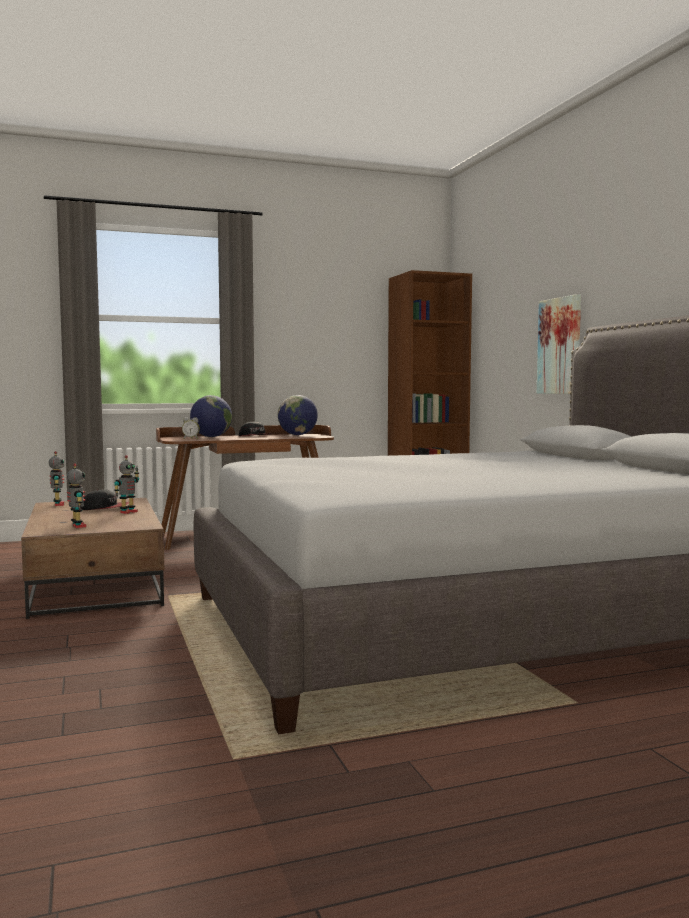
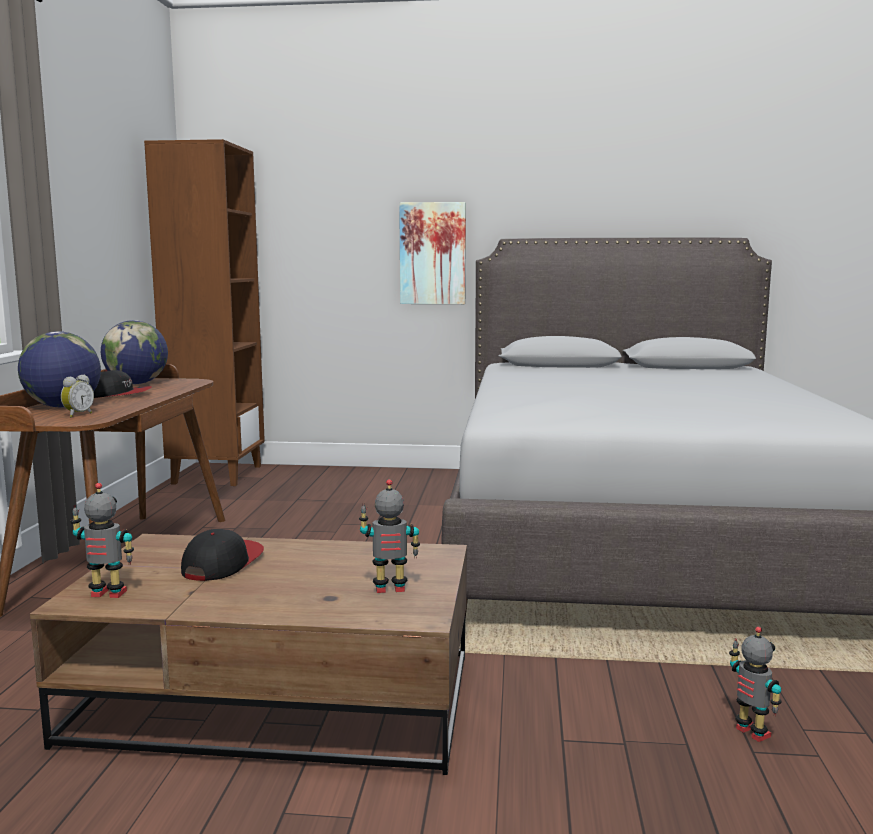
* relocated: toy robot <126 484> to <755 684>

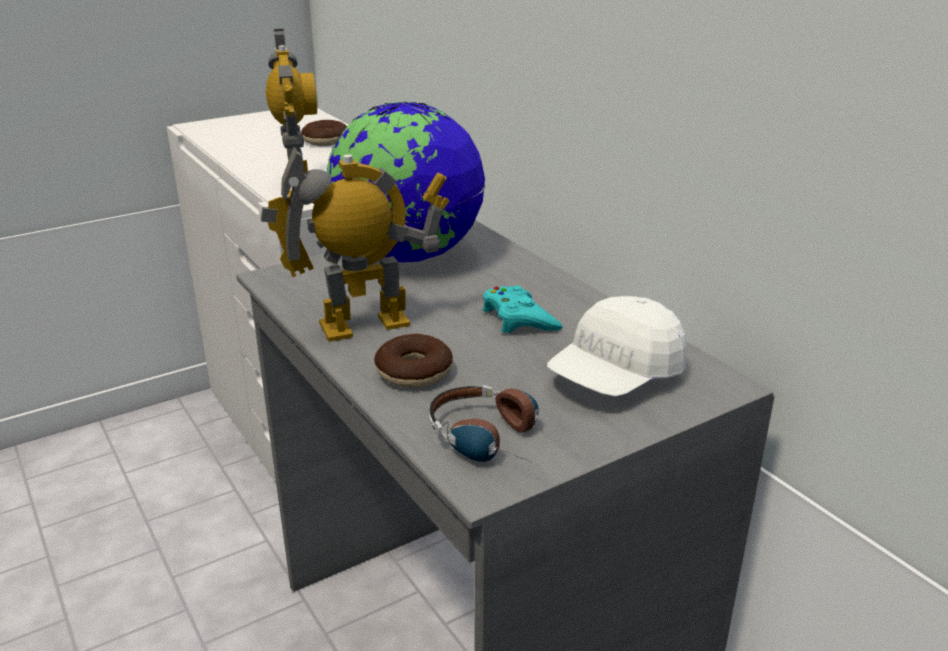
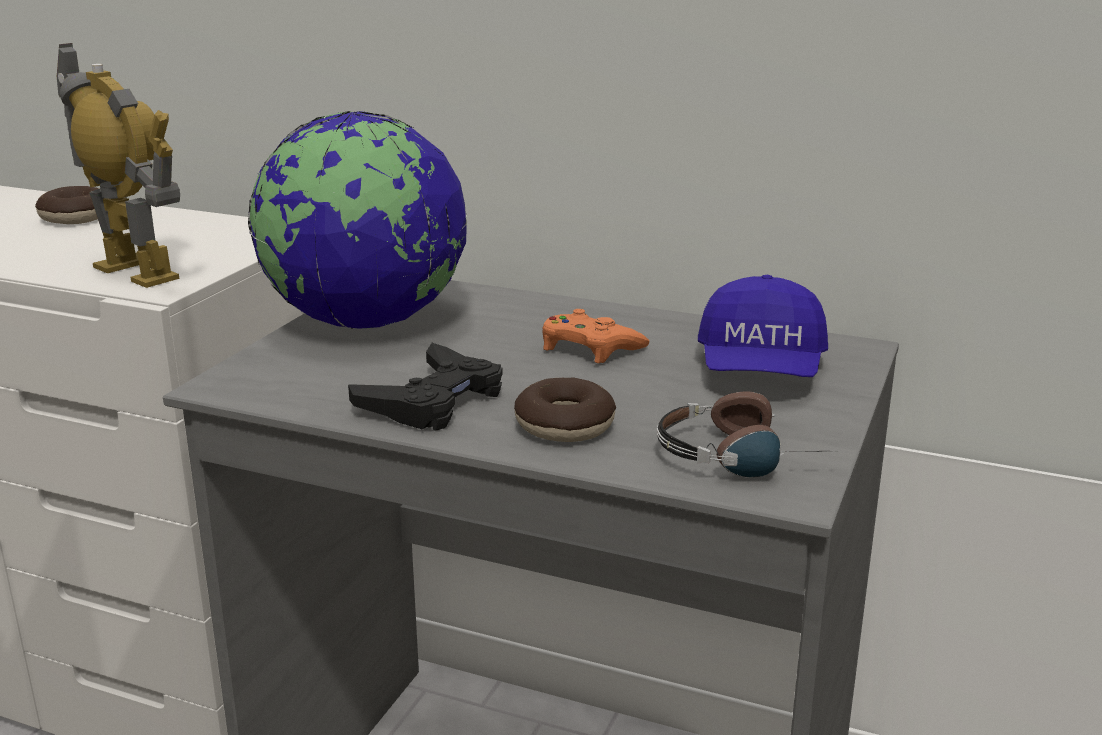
* exchanged: toy robot <355 244> to game controller (black) <425 387>
* colour: game controller (turquoise) <522 309> to game controller (orange) <596 336>
* colour: cap (white) <617 346> to cap (blue) <763 326>

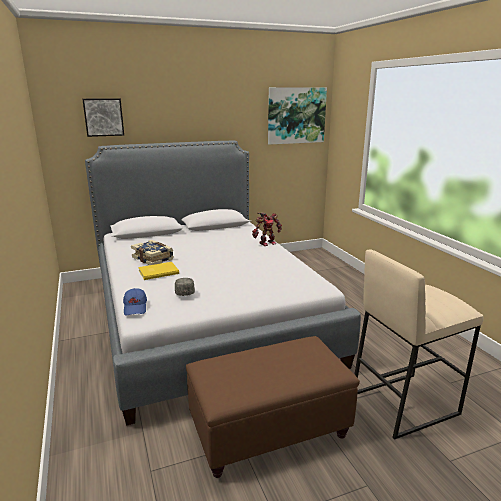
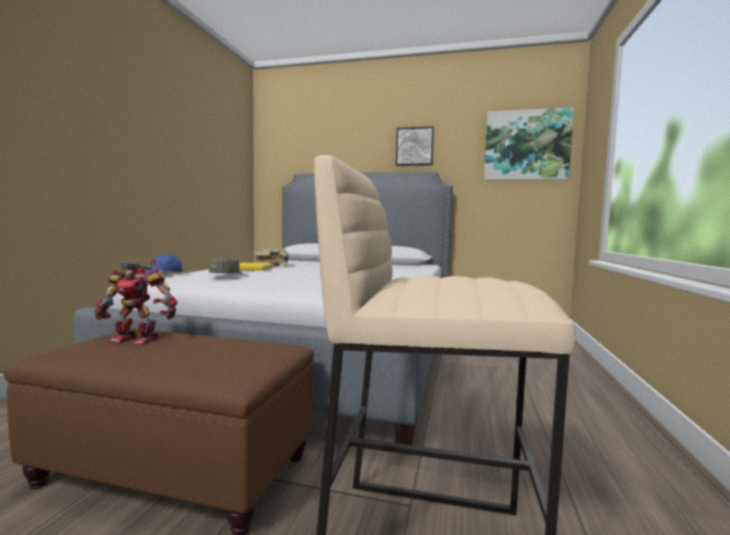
* relocated: picture <103 117> to <415 146>
* relocated: toy robot <267 229> to <135 303>

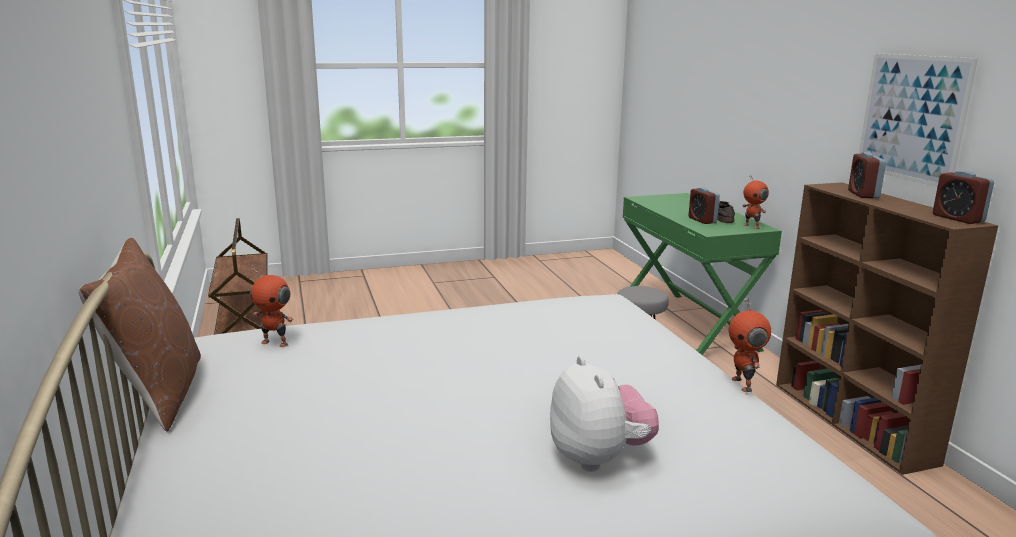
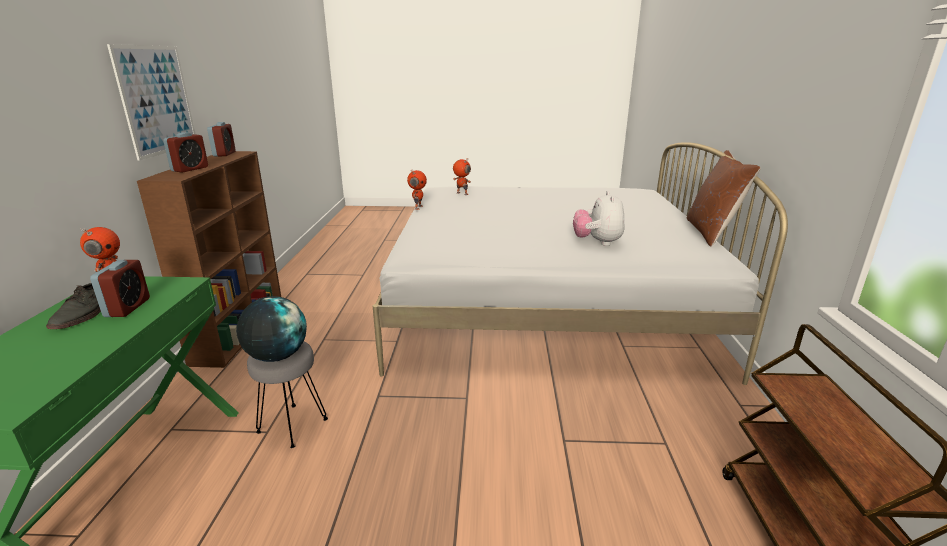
* appeared: globe <271 329>
* relocated: toy robot <272 307> to <462 176>
* relocated: plush toy <604 414> to <599 218>

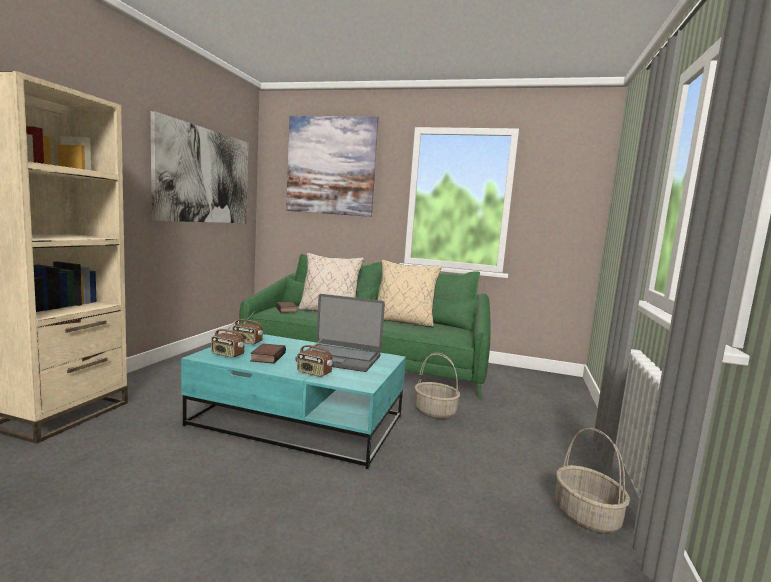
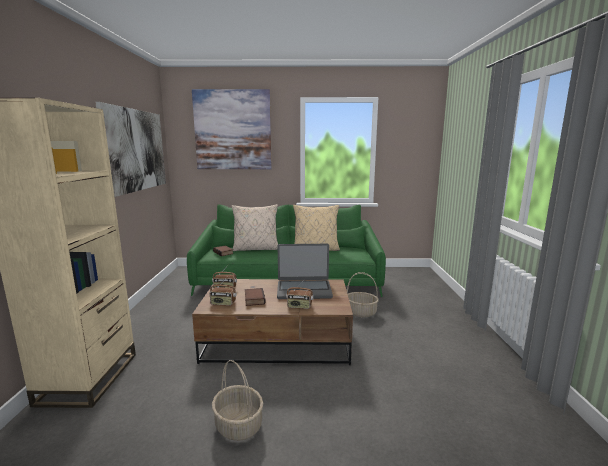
* relocated: basket <592 480> to <237 400>
* colour: coffee table (turquoise) <293 401> to coffee table (brown) <272 322>

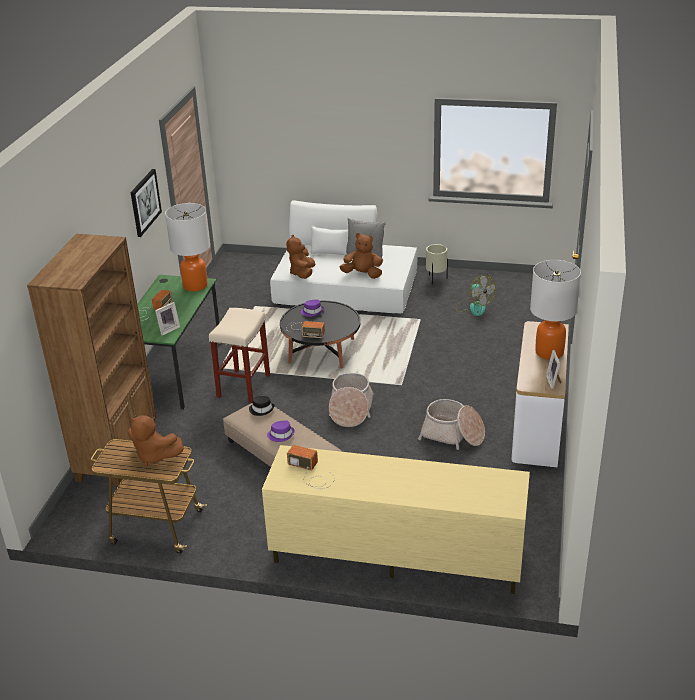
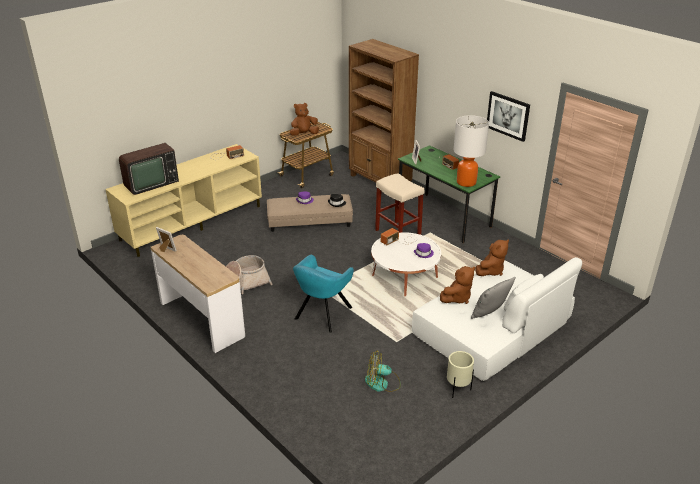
* missing: basket <351 400>
* missing: table lamp <555 310>
* appeared: television <149 169>
* appeared: armchair (turquoise) <323 294>
* colour: coffee table (black) <320 335> to coffee table (white) <406 264>
* spun: plush toy (brown) <300 257> = <492 257> 90 degrees clockwise

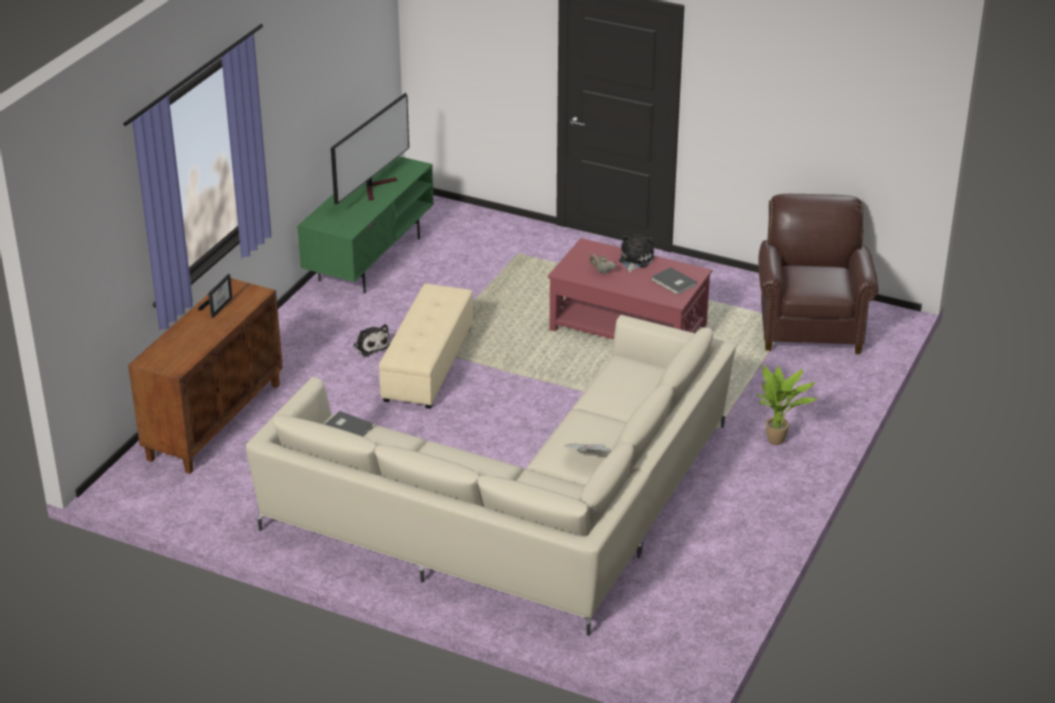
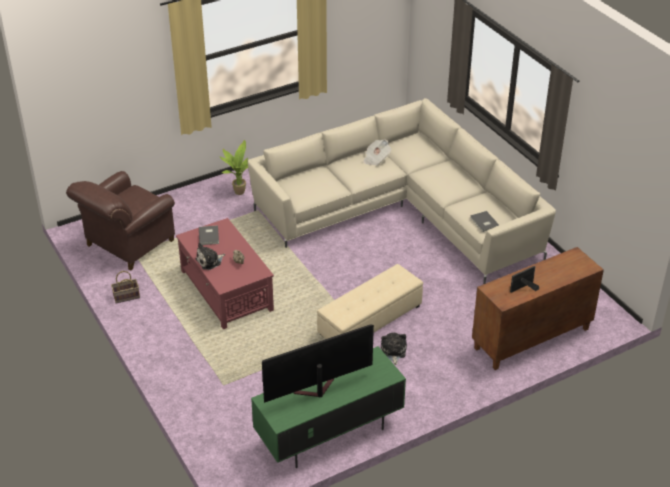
* appeared: basket <125 287>

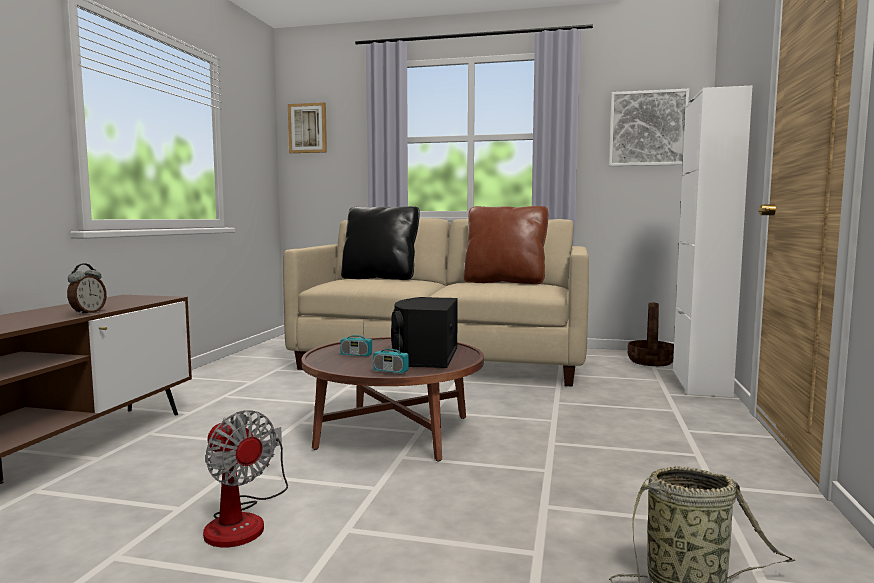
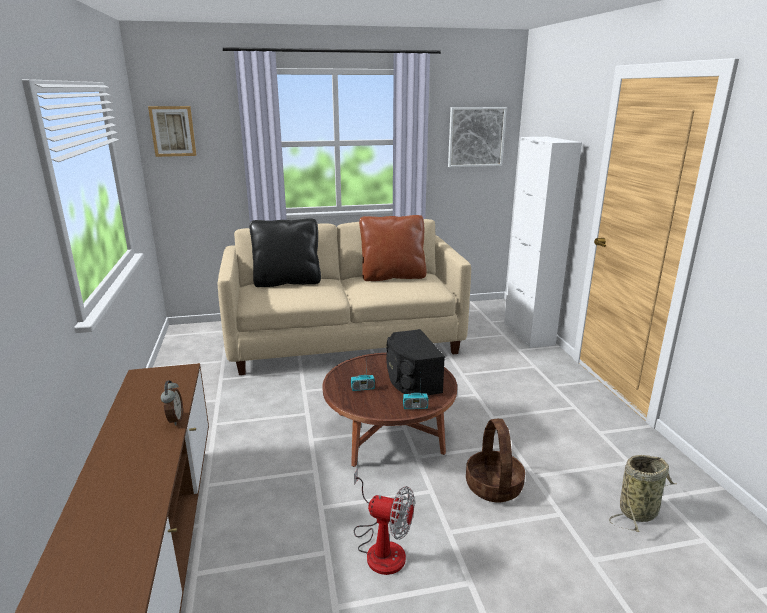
* relocated: basket <651 334> to <495 460>

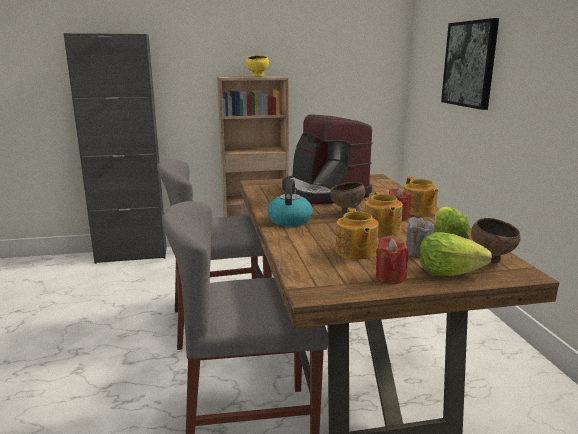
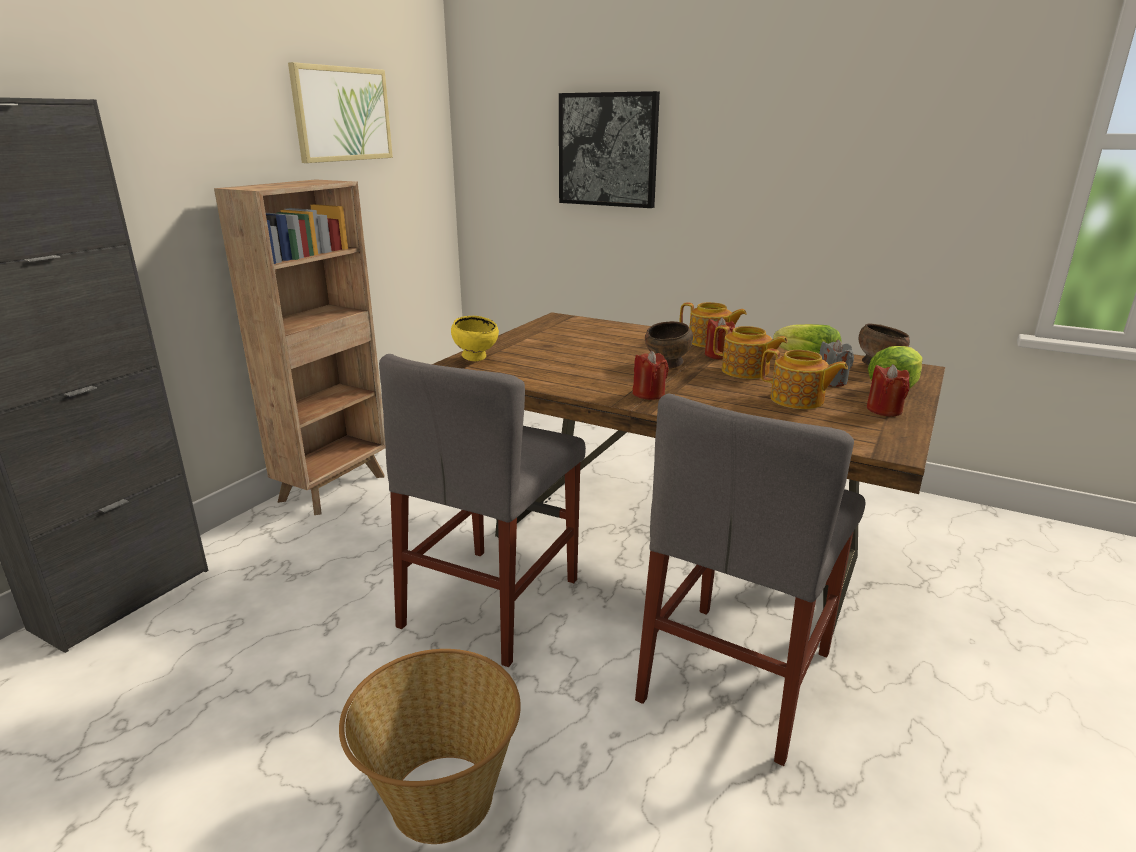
* missing: coffee machine <327 159>
* appeared: picture <340 112>
* appeared: basket <430 746>
* relocated: bowl (yellow) <257 66> to <475 338>
* exchanged: kettle <290 202> to candle (red) <651 375>

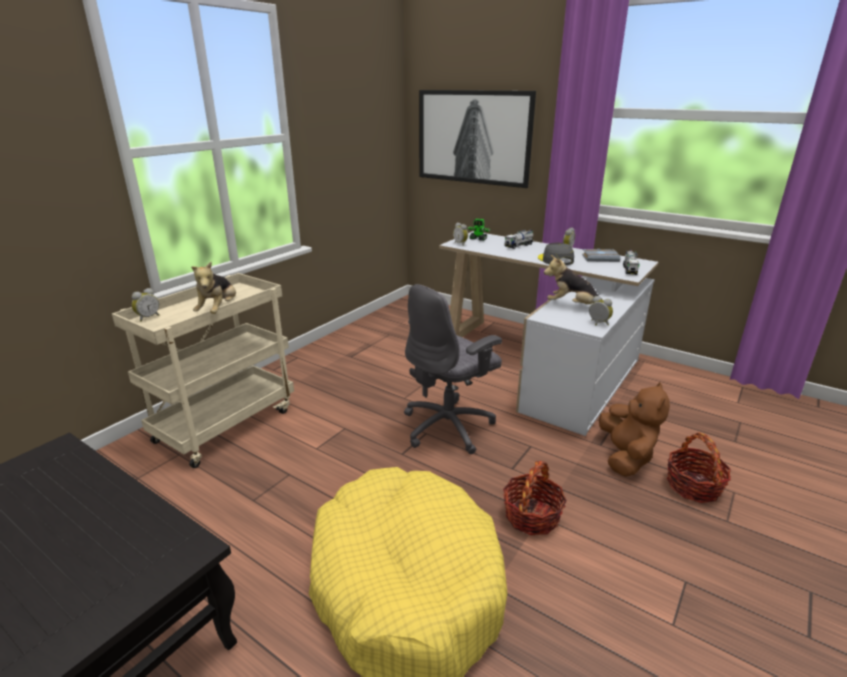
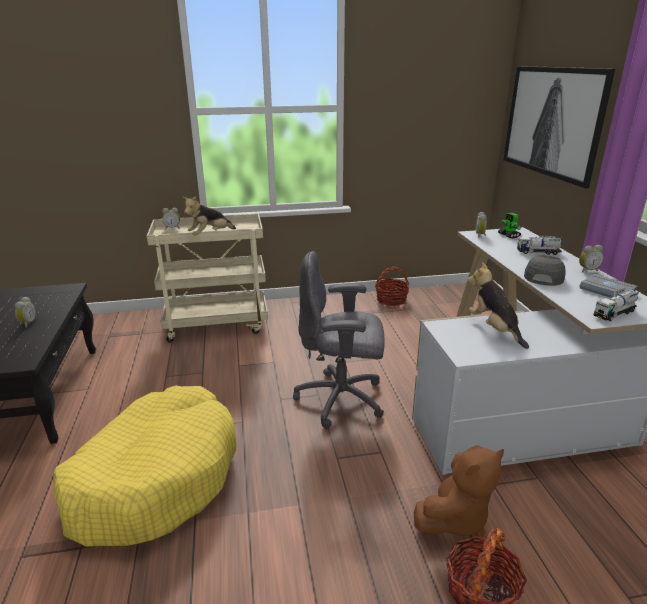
* relocated: basket <535 498> to <392 286>
* relocated: alarm clock <601 310> to <25 312>

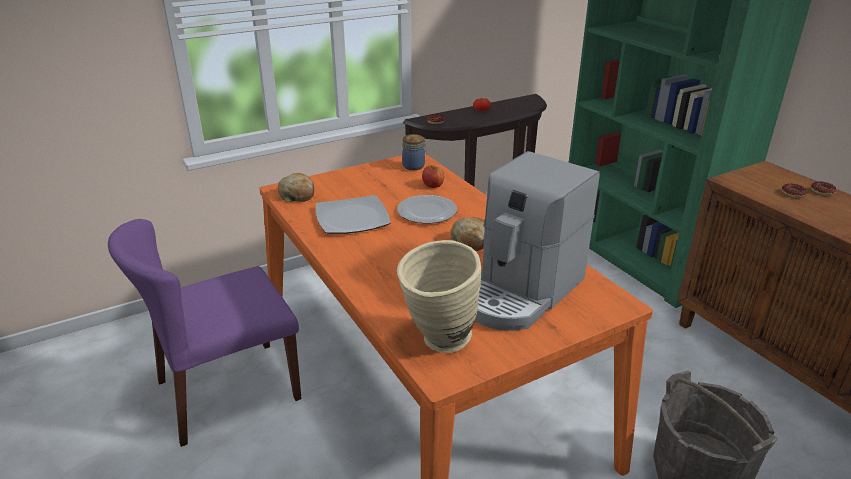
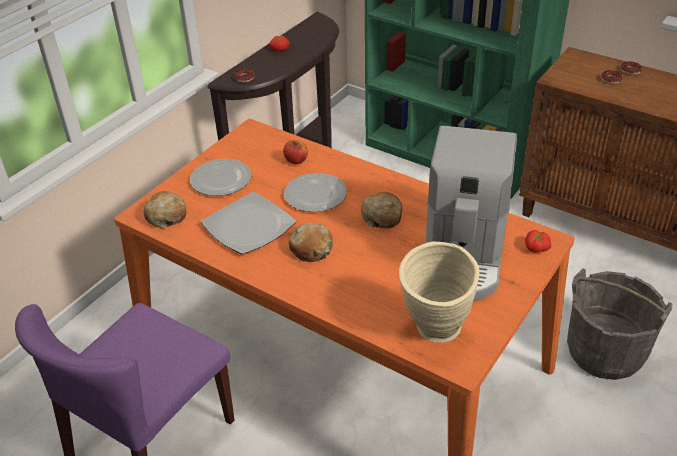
* missing: jar <414 152>
* appeared: plate <220 177>
* appeared: bread <311 242>
* appeared: tomato <538 241>

